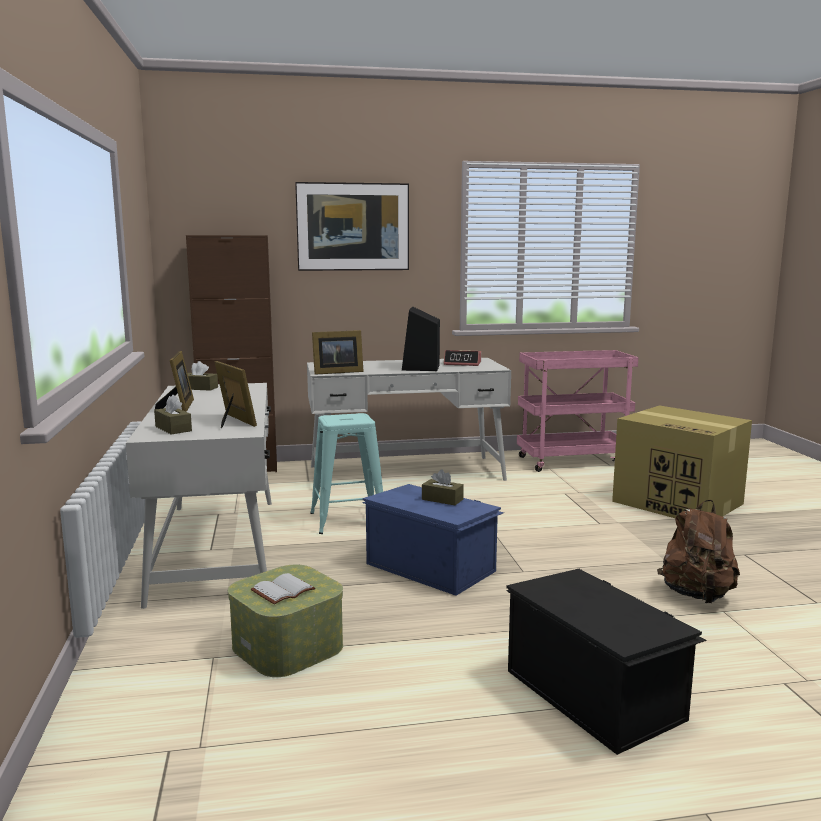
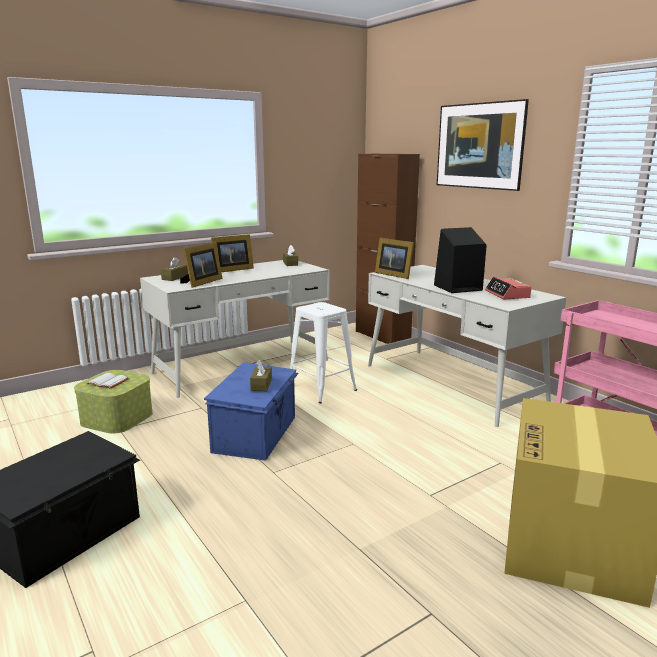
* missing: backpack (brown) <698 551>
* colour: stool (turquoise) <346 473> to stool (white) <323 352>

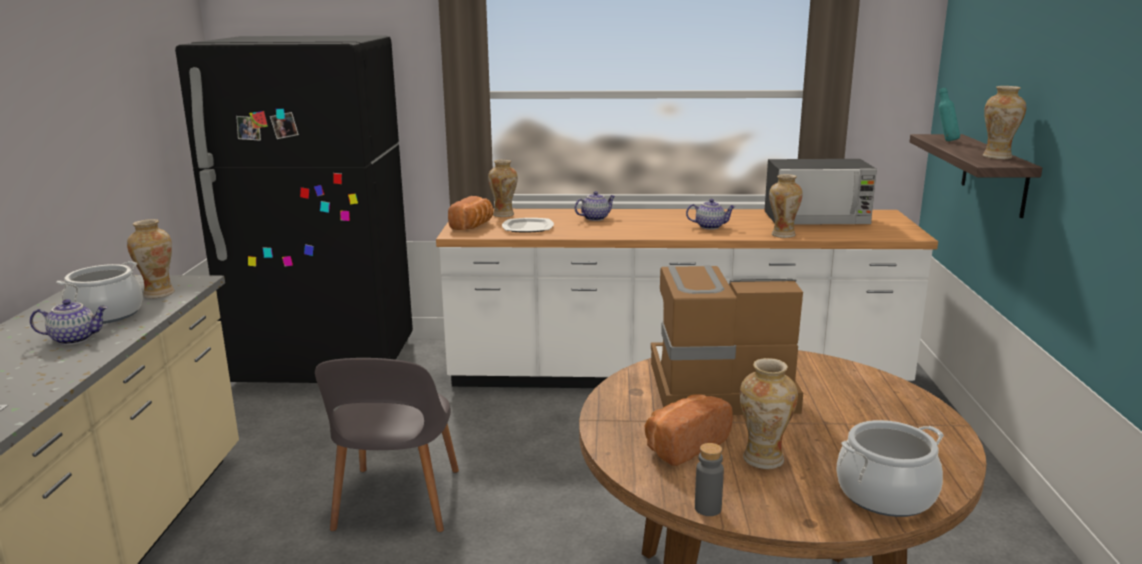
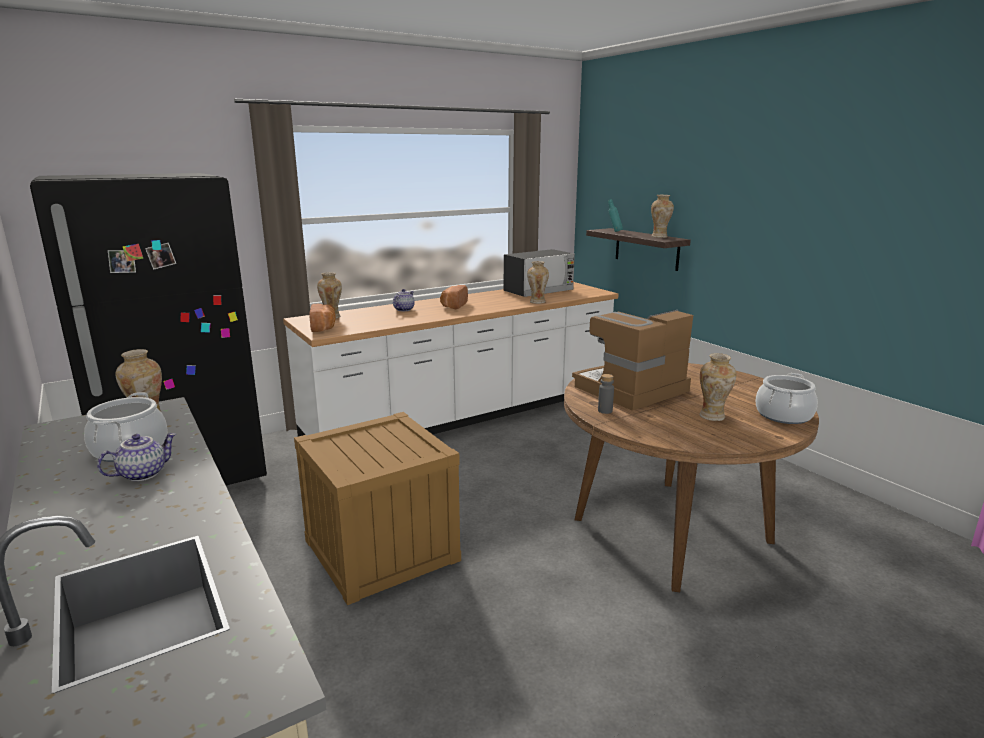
* missing: plate <528 225>
* missing: teapot <711 214>
* relocated: bread <689 430> to <454 297>
* relocated: bottle (grey) <709 479> to <606 394>
* exchanged: chair (grey) <387 445> to crate <377 508>

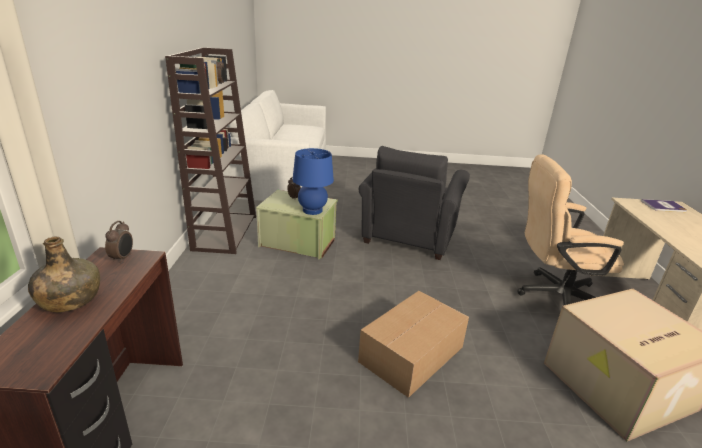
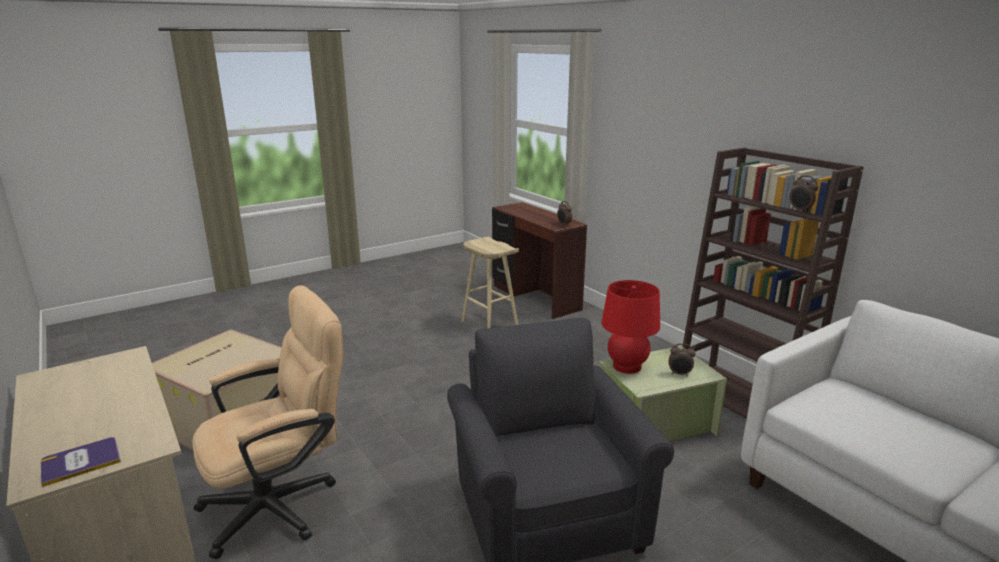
* missing: bottle (green) <64 274>
* missing: cardboard box <413 344>
* appeared: stool (beige) <490 282>
* colour: table lamp (blue) <313 181> to table lamp (red) <630 327>

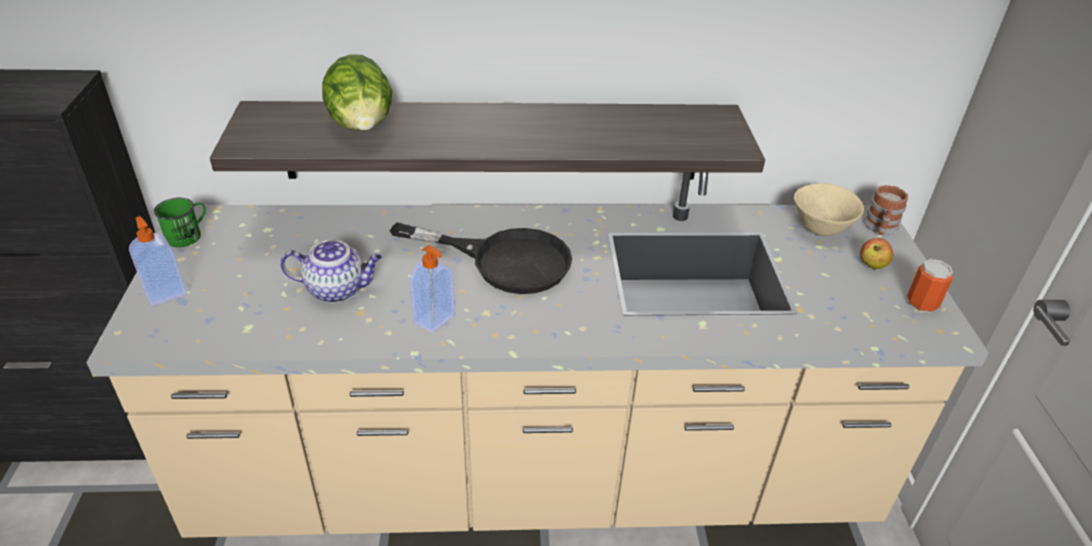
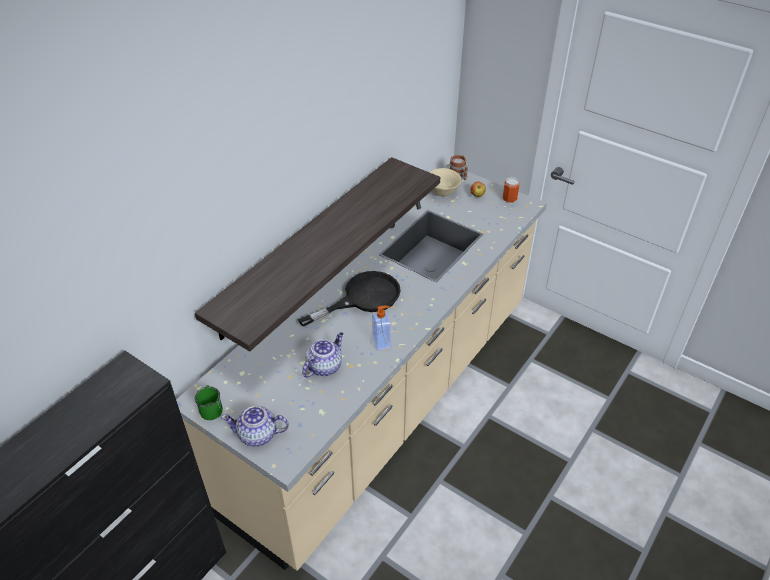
* missing: lettuce <357 92>
* exchanged: soap dispenser <158 261> to teapot <255 426>

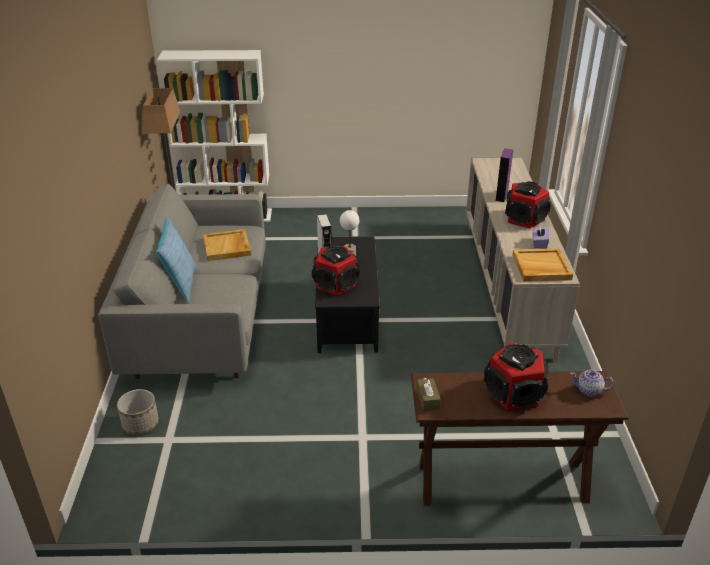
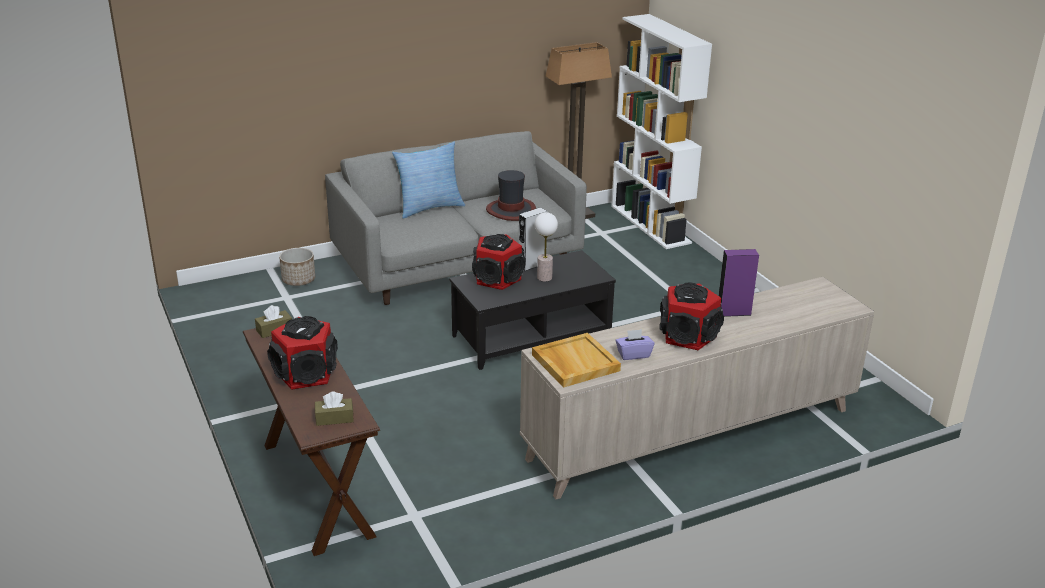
* exchanged: tray (beige) <227 245> to hat <511 195>
* exchanged: teapot <592 383> to tissue box (brown) <334 408>

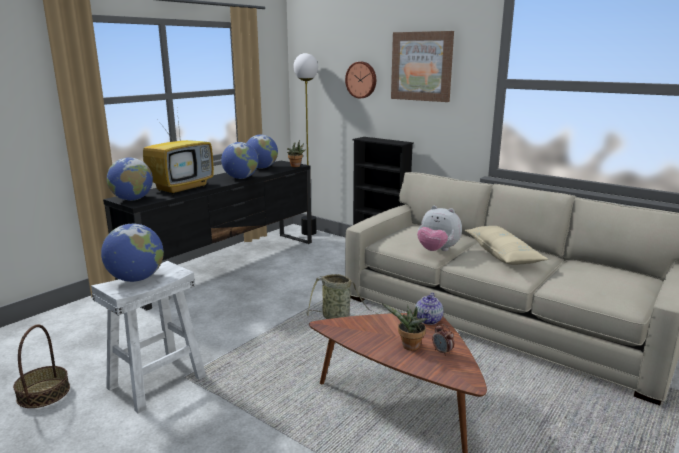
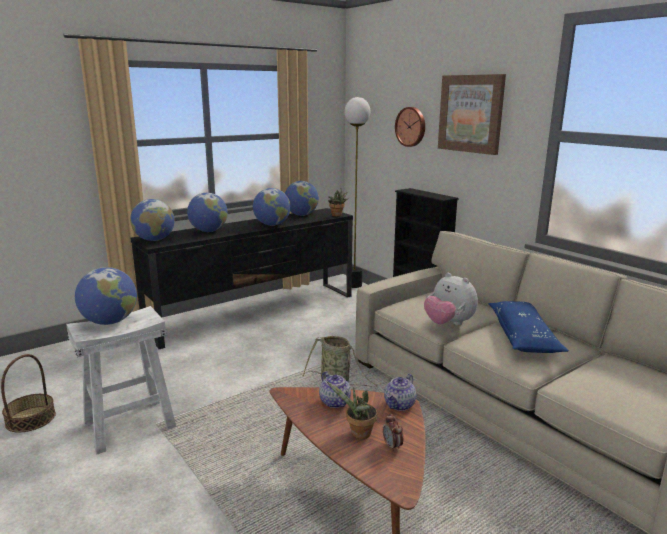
* appeared: teapot <335 389>
* exchanged: television <178 152> to globe <207 212>
* colour: pillow (beige) <506 245> to pillow (blue) <529 327>

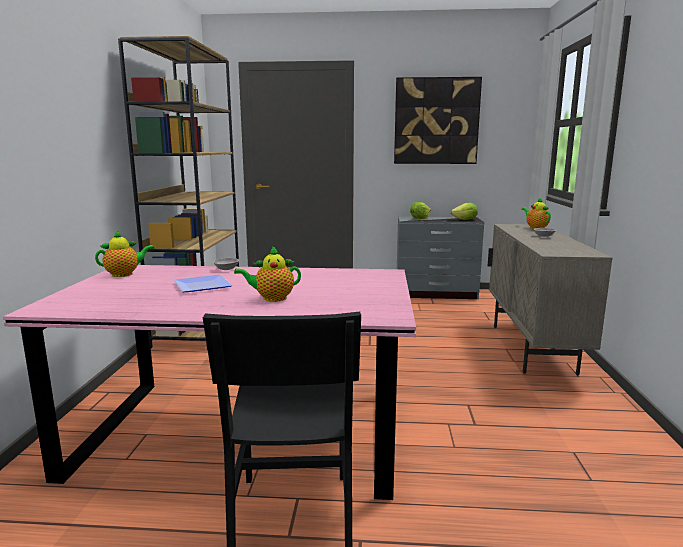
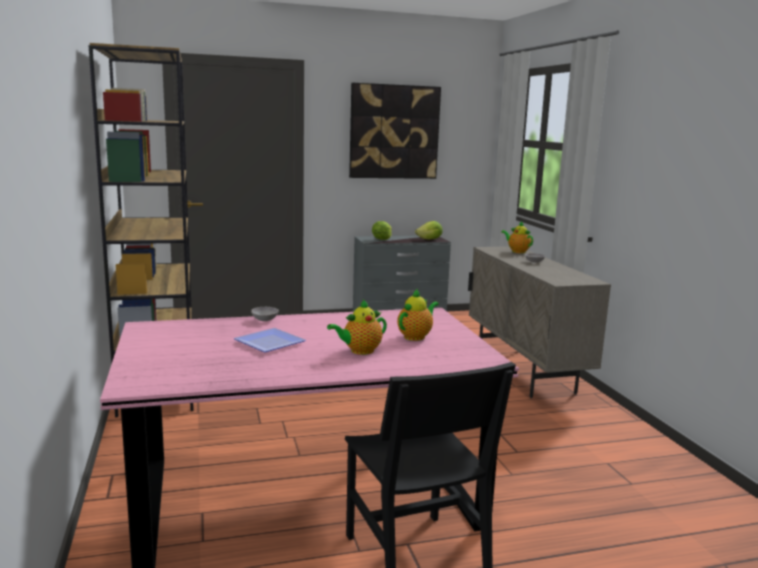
* relocated: teapot <124 253> to <418 315>

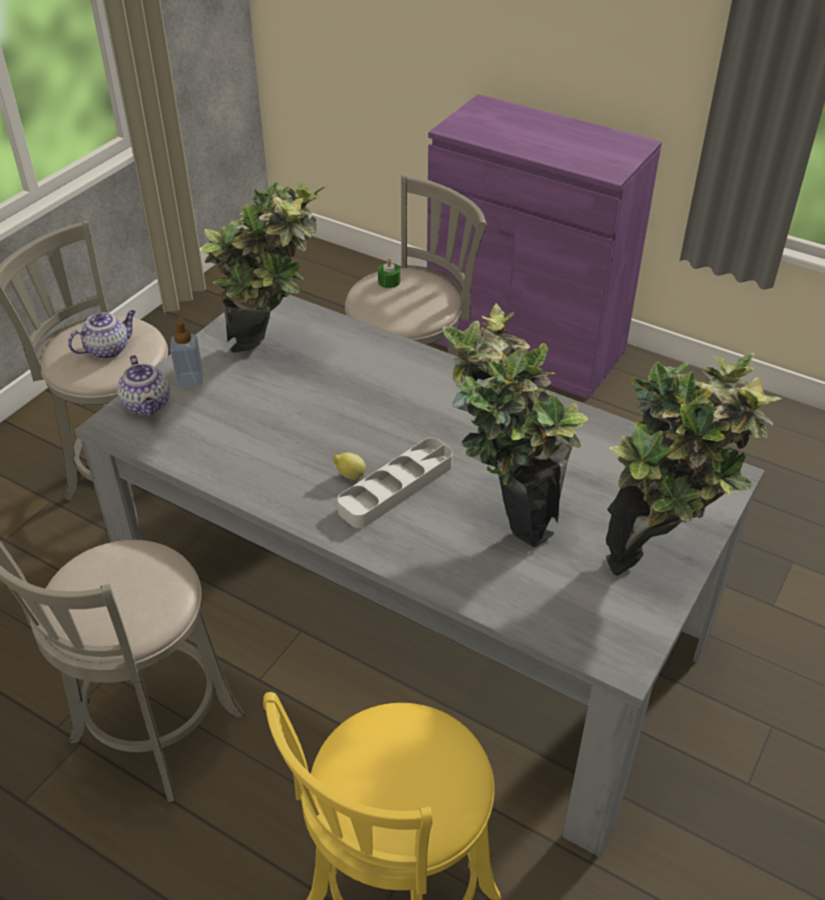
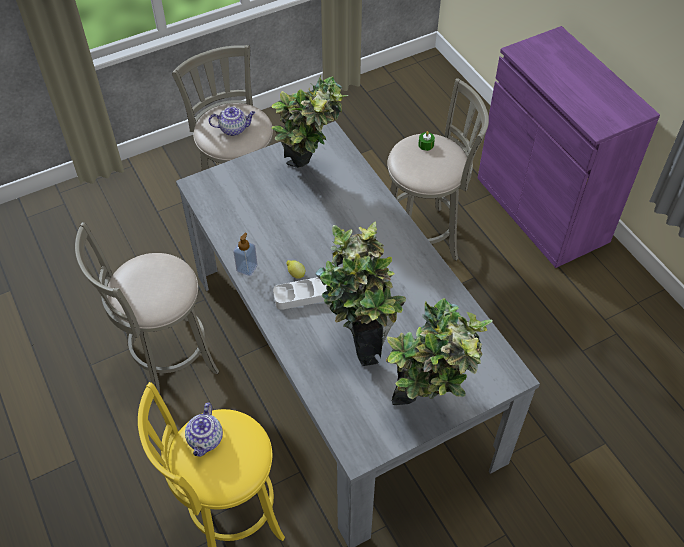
* relocated: teapot <143 385> to <204 430>
* relocated: soap dispenser <186 352> to <246 254>

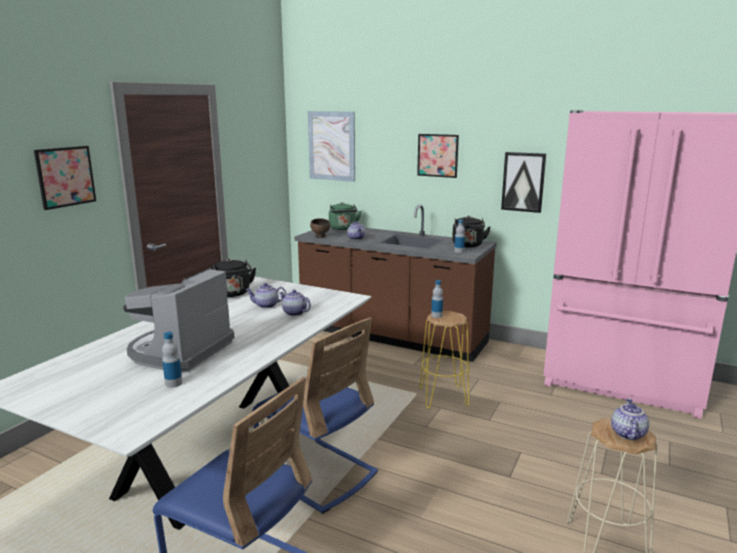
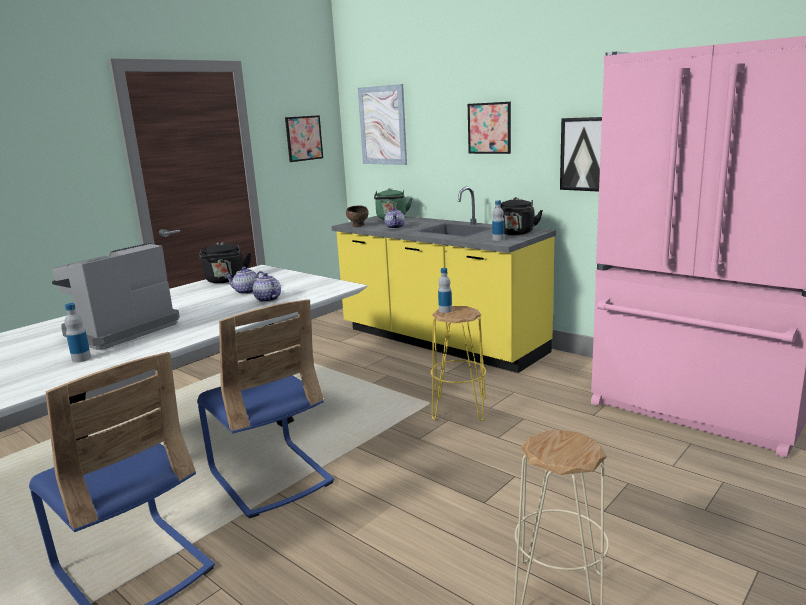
* missing: teapot <630 419>
* relocated: picture <65 178> to <304 138>
* colour: counter (brown) <395 283> to counter (yellow) <443 280>

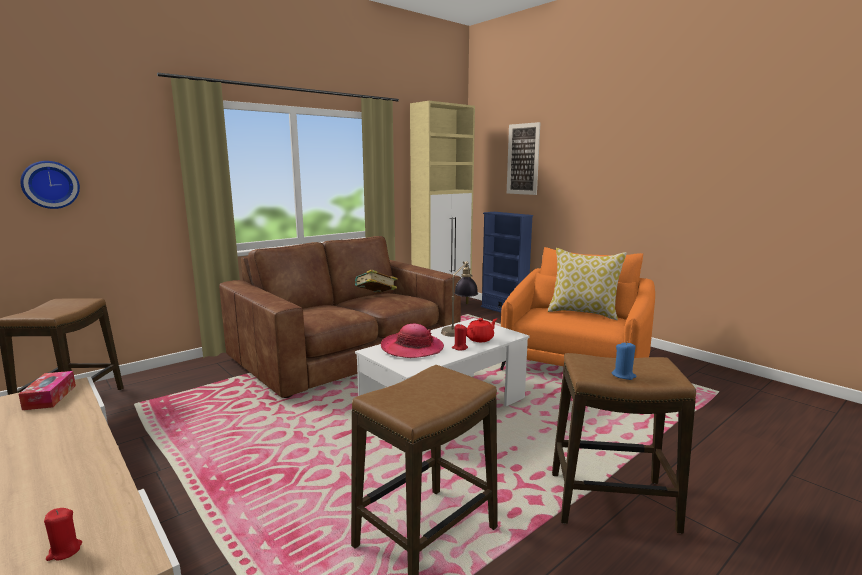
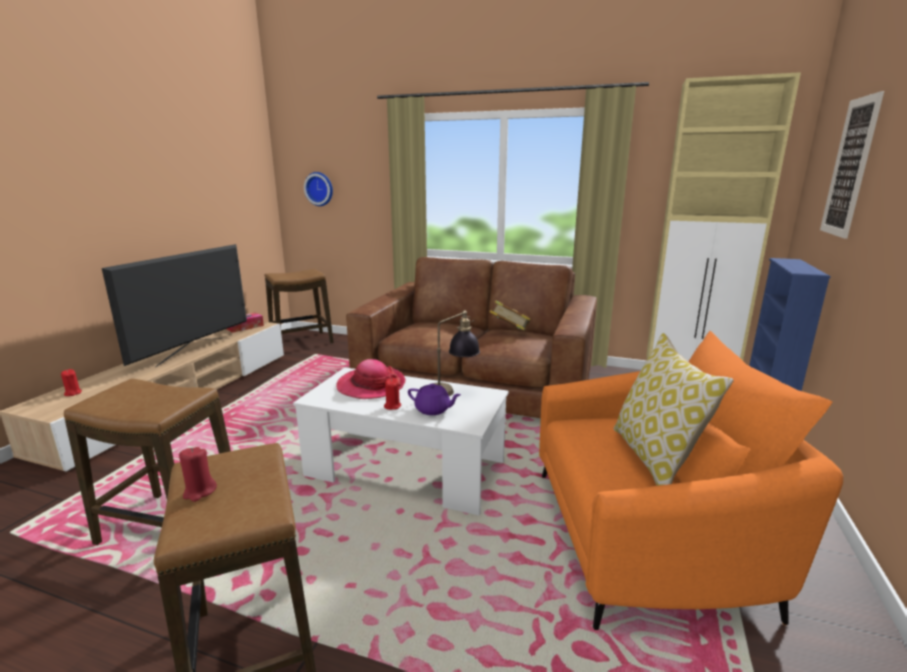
* appeared: television <174 305>
* colour: teapot (red) <481 330> to teapot (purple) <434 399>
* colour: candle (blue) <624 361> to candle (red) <198 474>

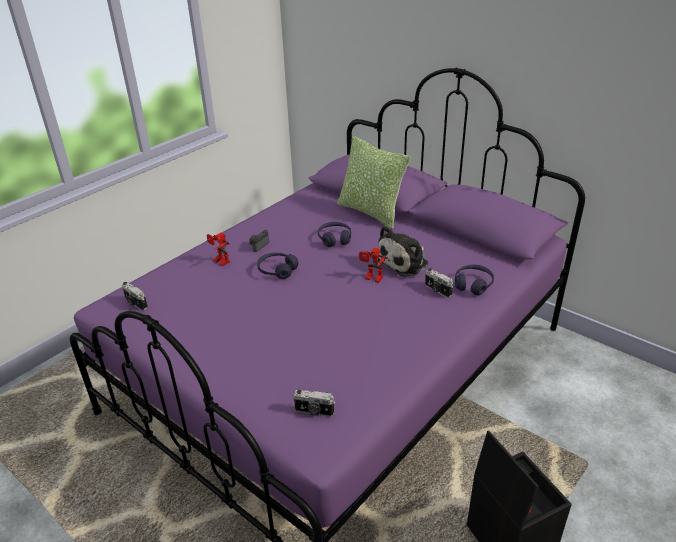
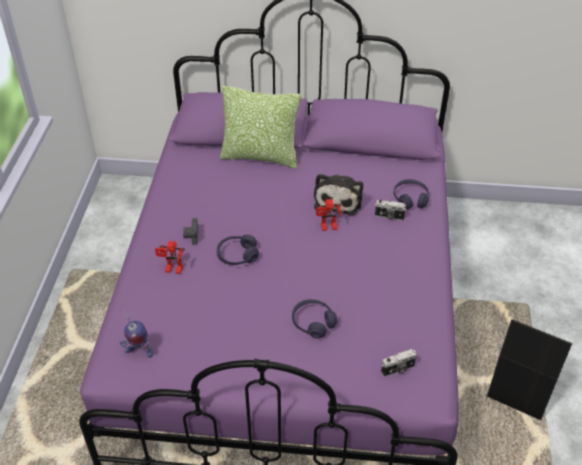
* relocated: headphones (purple) <334 234> to <315 318>
* exchanged: photo camera <135 296> to toy robot <136 334>

